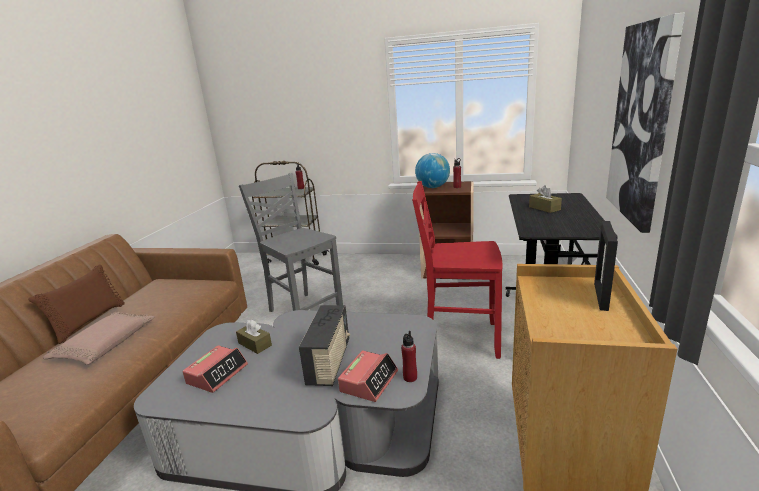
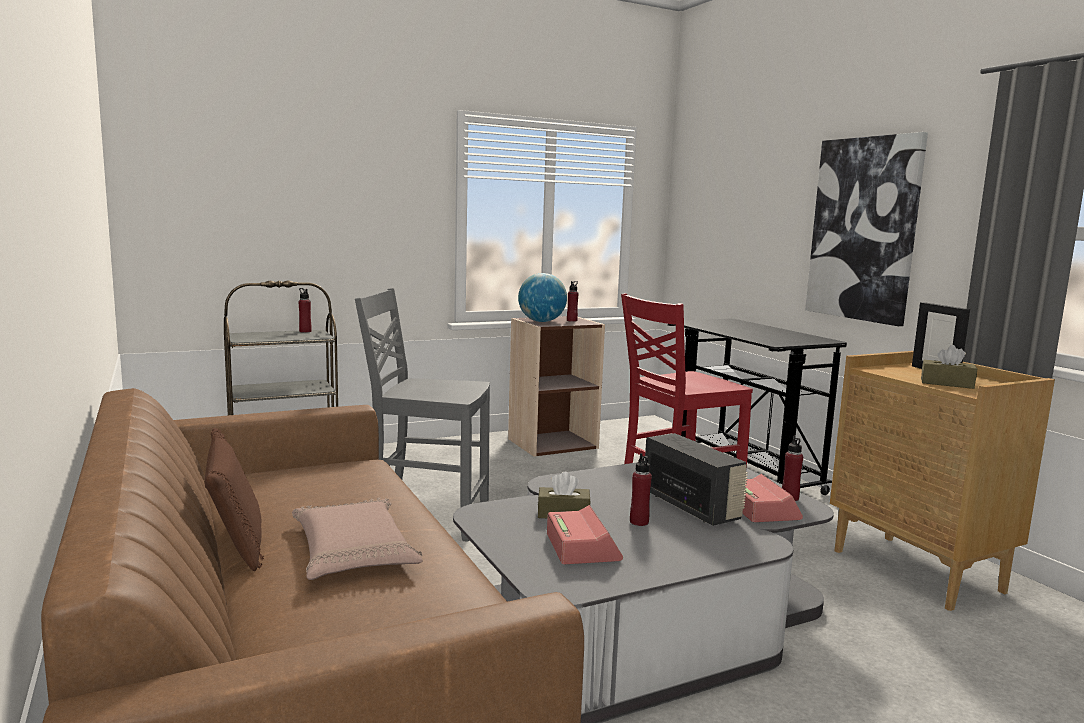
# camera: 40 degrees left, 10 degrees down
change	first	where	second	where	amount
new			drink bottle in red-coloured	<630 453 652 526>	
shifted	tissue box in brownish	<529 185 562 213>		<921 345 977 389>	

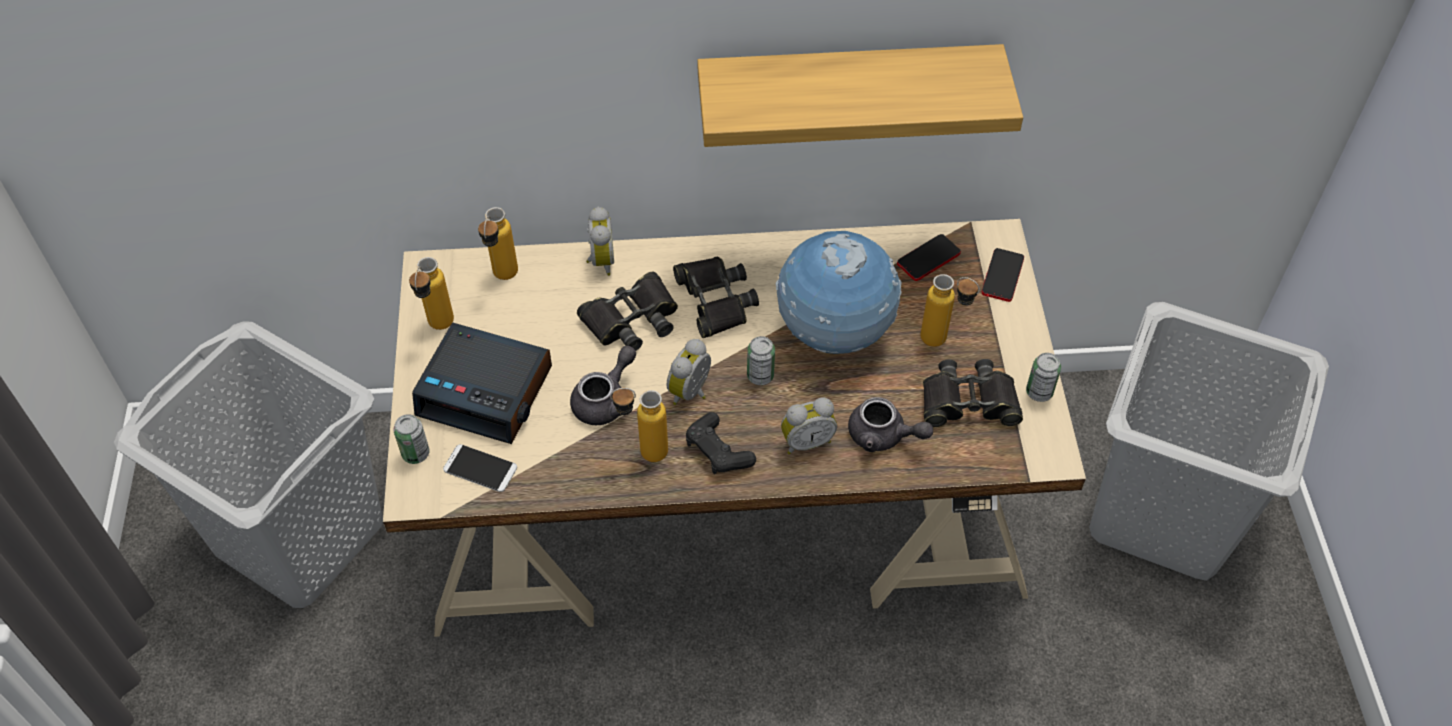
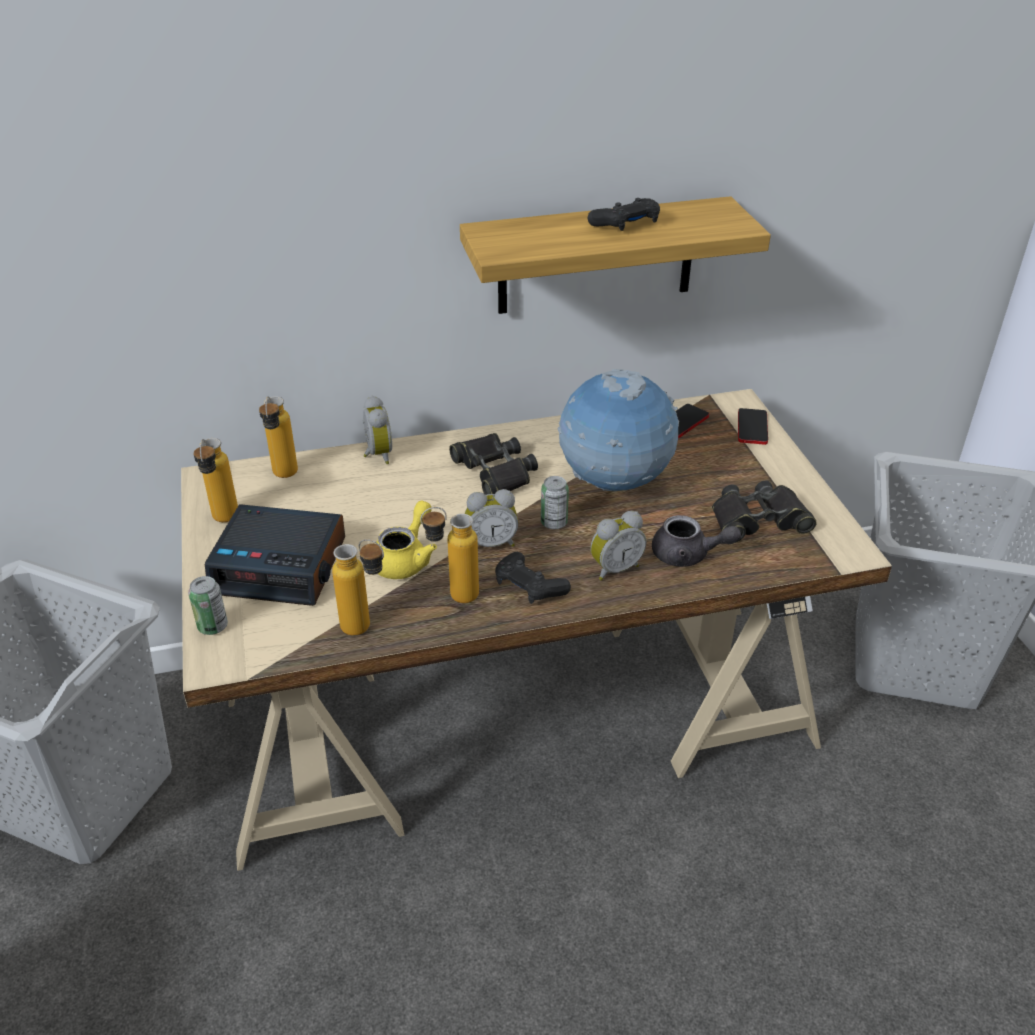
# camera: 10 degrees left, 15 degrees down
change	first	where	second	where	amount
gone	handset	<443 444 517 492>			
gone	binoculars in black	<577 272 678 351>			
gone	can	<1026 353 1061 402>			
new			game controller in black	<588 198 660 231>	
shifted	drink bottle	<920 274 980 347>		<332 539 384 636>	
repainted	teapot in grey	<570 346 636 425>	teapot in yellow-coloured	<377 500 437 579>	
rotated	alarm clock	<667 339 711 405>		<465 489 518 547>	120 degrees counterclockwise

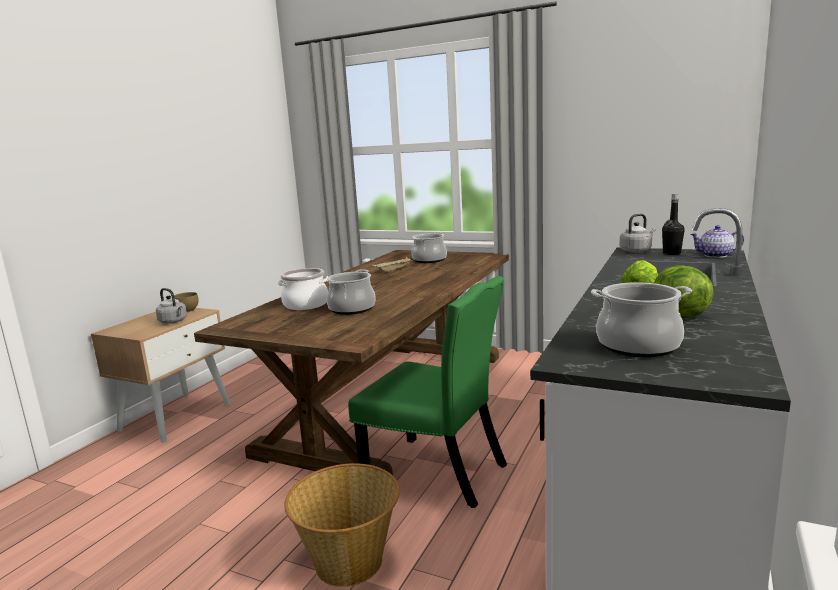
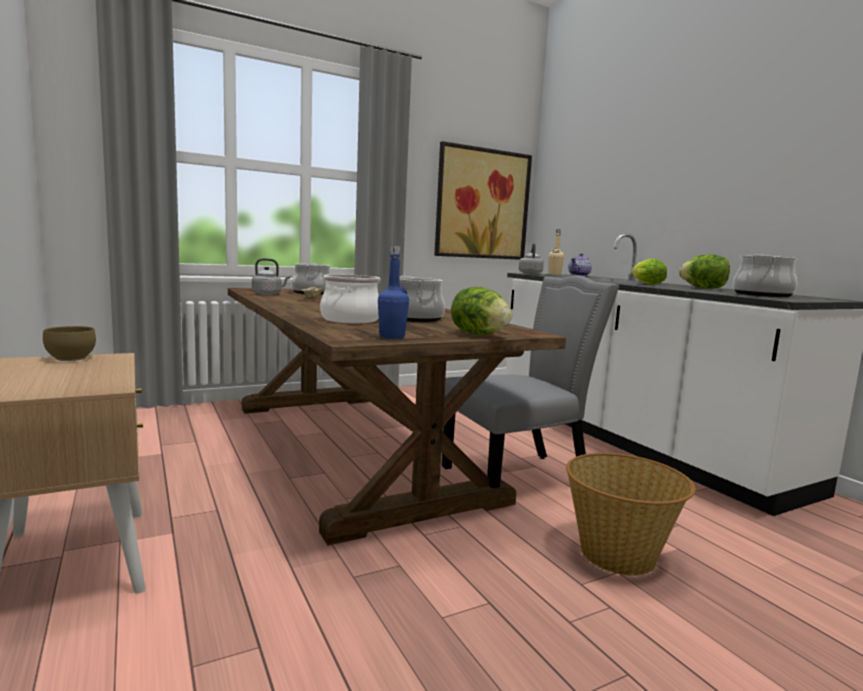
# camera: 55 degrees left, 5 degrees down
change	first	where	second	where	amount
new			drink bottle in blue-coloured	<378 246 409 339>	
new			wall art	<434 141 532 260>	
new			lettuce	<451 287 512 335>	
shifted	water kettle in grey	<156 288 187 324>		<252 258 290 295>	
repainted	upright chair in green-coloured	<348 276 507 508>	upright chair in grey	<442 275 619 488>	
repainted	drink bottle in black	<662 194 685 255>	drink bottle in beige	<548 229 564 275>	

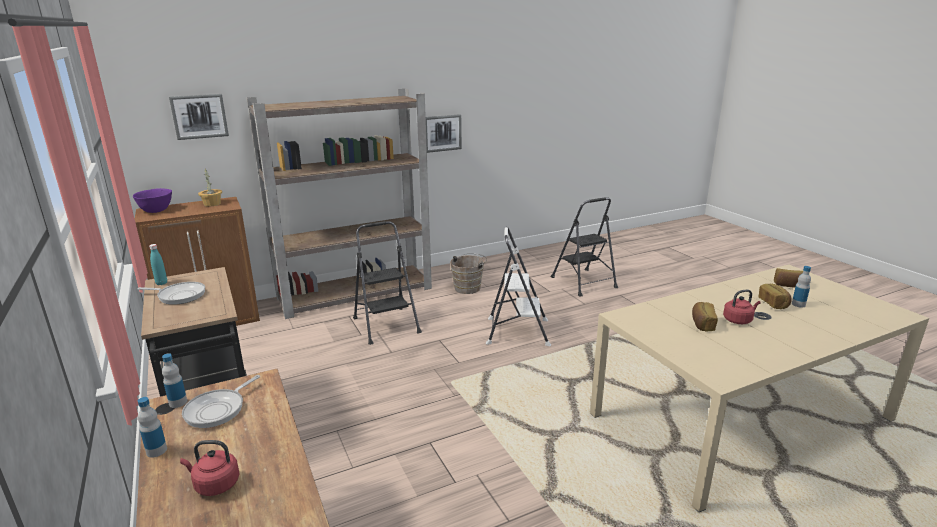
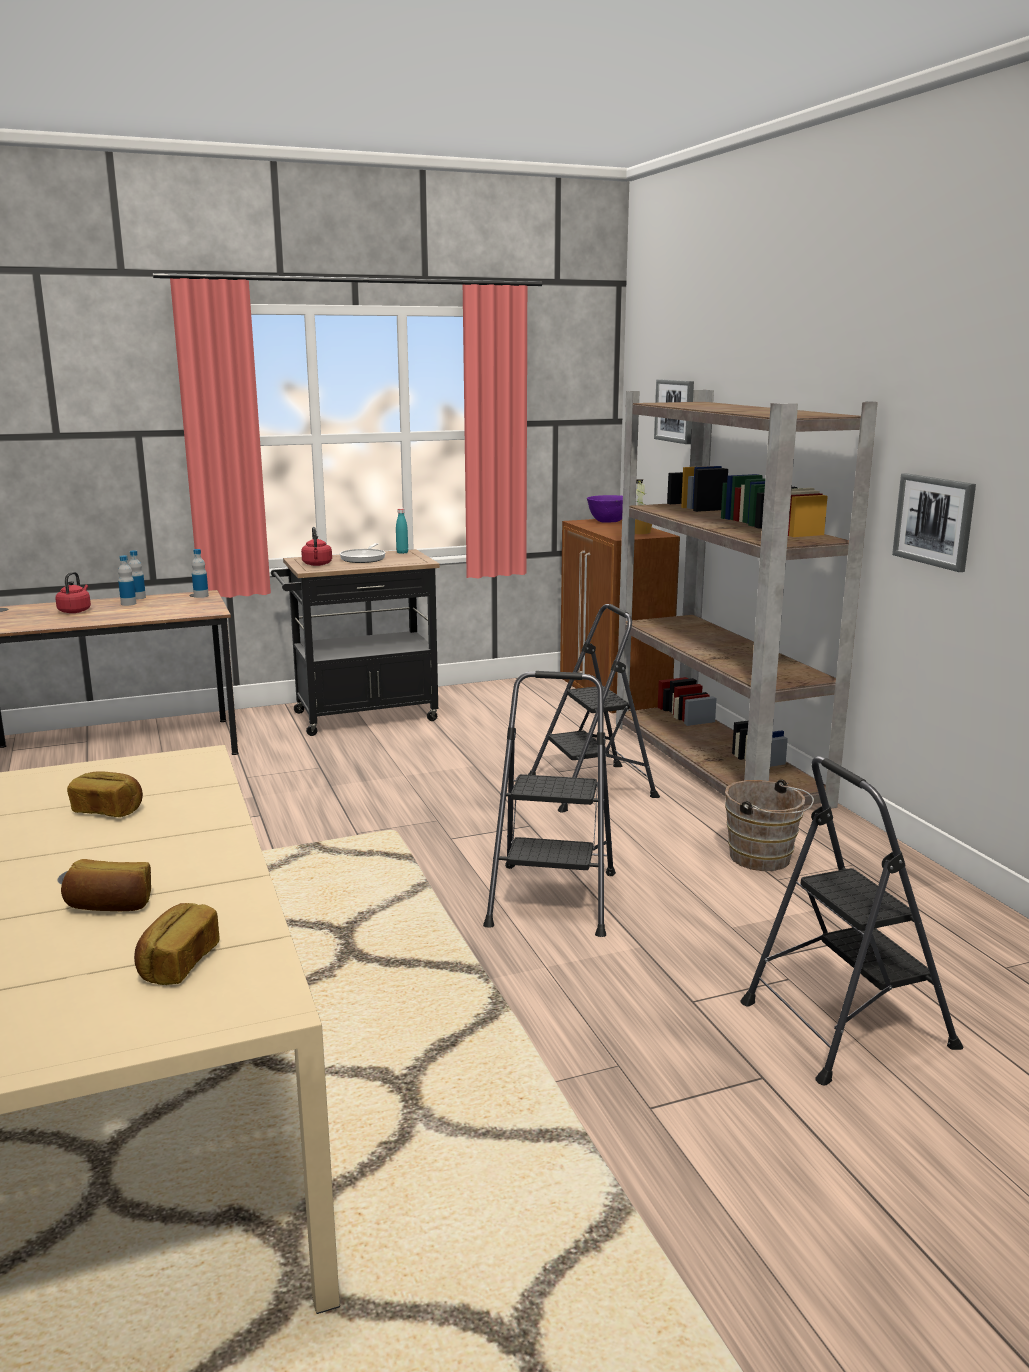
# camera: 95 degrees right, 5 degrees down
change	first	where	second	where	amount
gone	skillet	<182 375 260 428>			
shifted	water kettle in red-coloured	<723 289 761 324>		<301 527 332 566>	
shifted	drink bottle	<792 266 811 308>		<118 555 136 606>	
repainted	step stool in white	<486 227 551 346>	step stool in black	<483 671 616 937>	

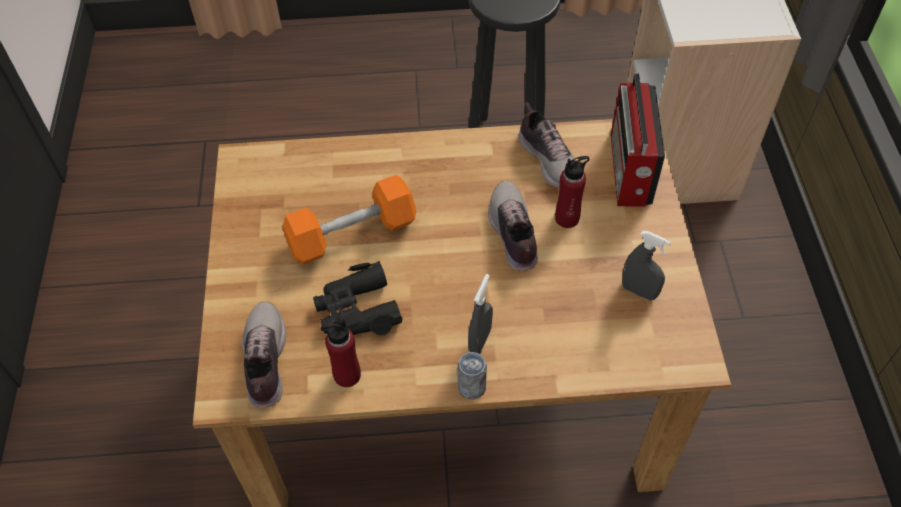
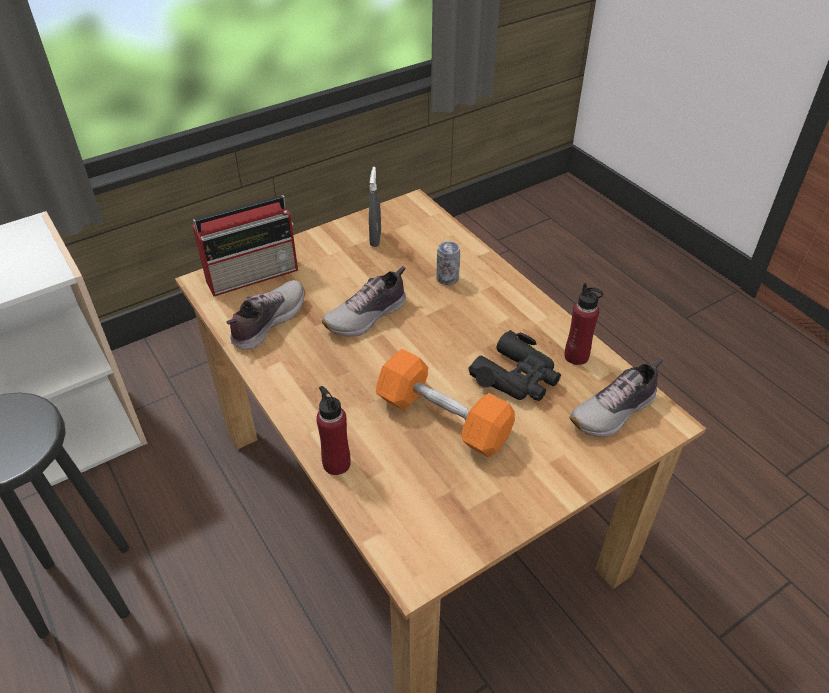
# camera: 120 degrees left, 10 degrees down
change	first	where	second	where	amount
gone	hand sprayer in grey	<468 274 493 354>			
shifted	can	<457 352 487 399>		<436 241 460 285>	
shifted	drink bottle in red-coloured	<555 156 590 228>		<316 386 351 475>	

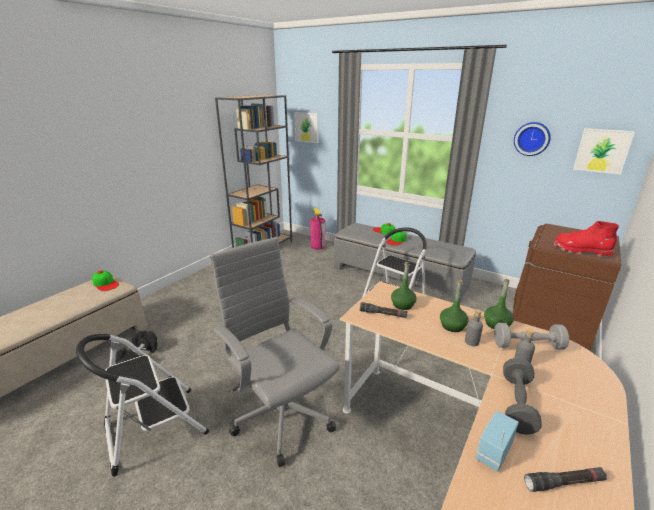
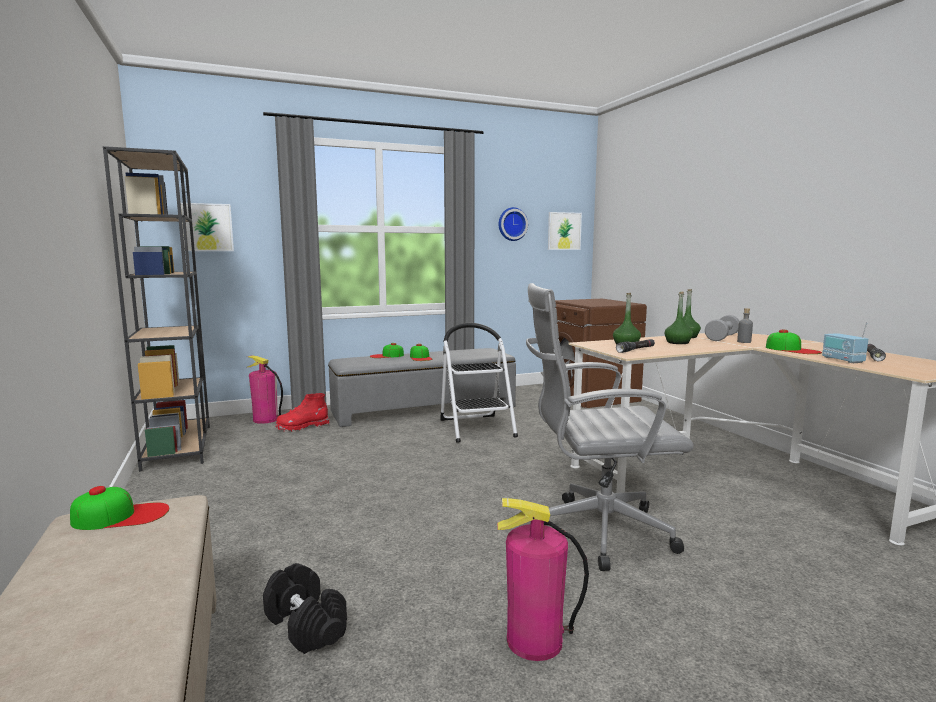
# camera: 55 degrees left, 15 degrees down
change	first	where	second	where	amount
gone	drink bottle in grey	<465 309 483 346>			
shifted	boot in red-coloured	<554 221 619 257>		<276 393 329 432>	
swapped	step stool	<76 334 209 477>	fire extinguisher	<497 498 589 661>	
swapped	free weight in grey	<503 358 542 435>	baseball cap	<766 330 822 354>	

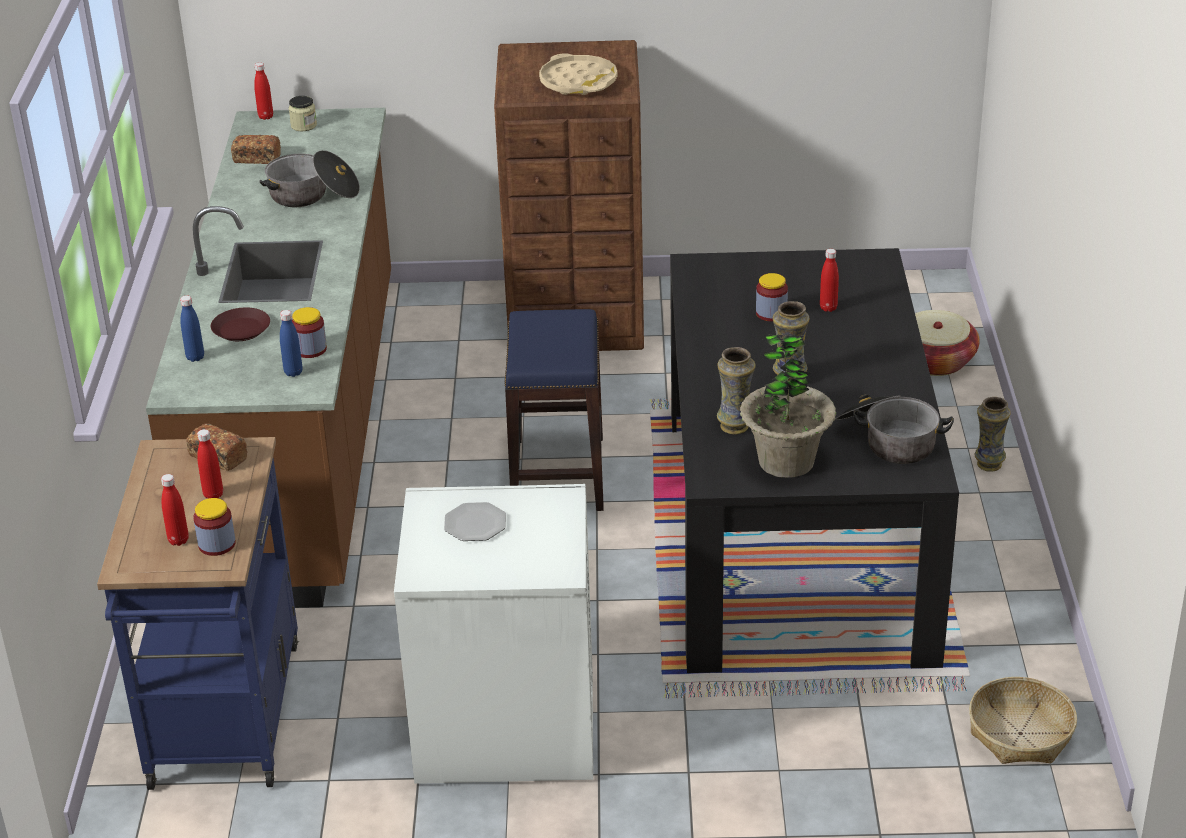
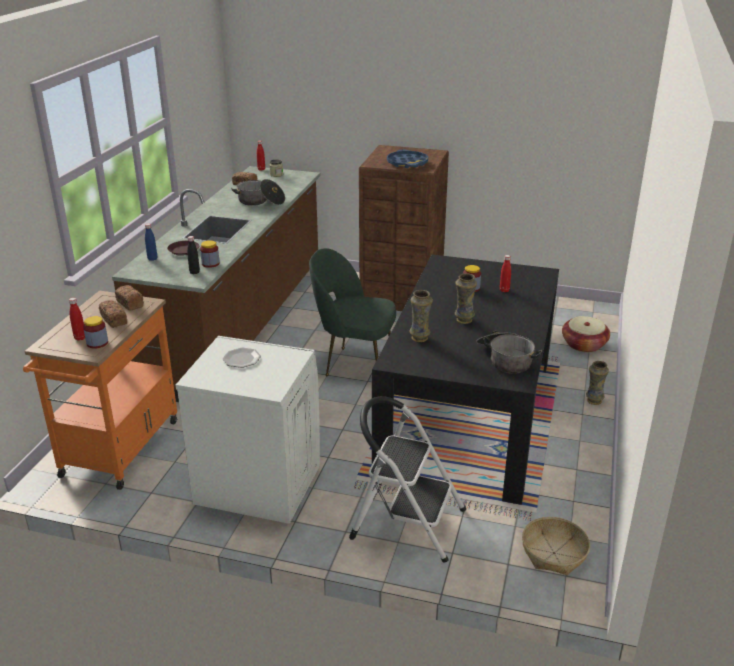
# camera: 15 degrees right, 5 degrees down
change	first	where	second	where	amount
gone	plant in a pot	<740 335 836 478>			
new			step stool	<349 396 466 563>	
swapped	drink bottle in red-coloured	<197 429 223 498>	bread	<99 300 127 328>	
swapped	stool	<505 309 604 511>	upright chair in green-coloured	<309 248 396 376>	
repainted	trolley in blue-coloured	<97 437 299 790>	trolley in orangey	<23 291 177 490>	
repainted	drink bottle in blue-coloured	<280 310 302 377>	drink bottle in black	<187 236 200 274>	
repainted	tray in beige	<539 53 617 95>	tray in blue-coloured	<387 150 428 168>	

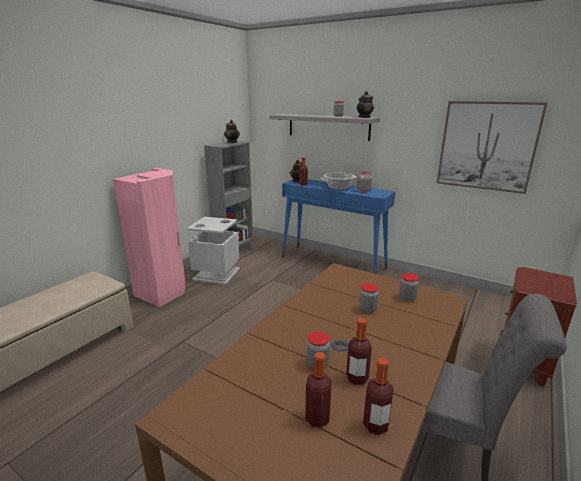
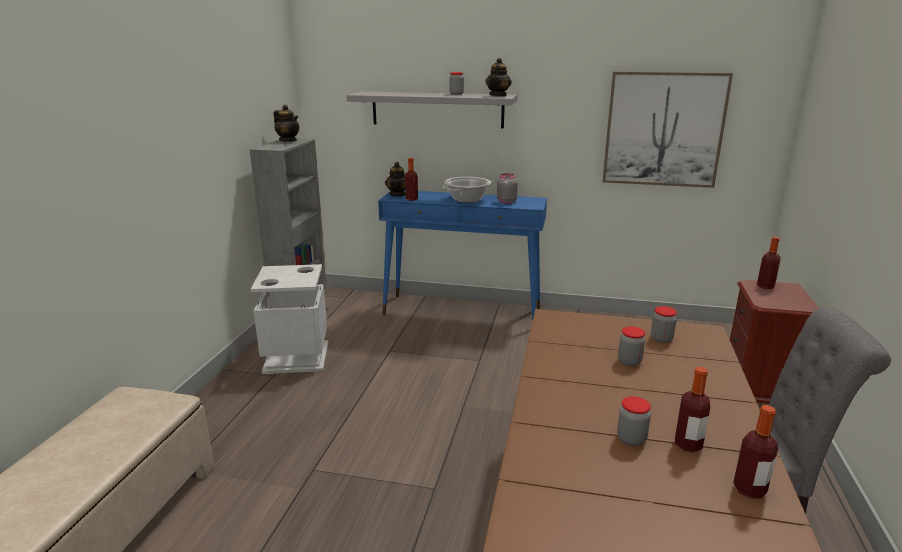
# camera: 20 degrees left, 0 degrees up
change	first	where	second	where	amount
gone	cupboard in pink-coloured	<113 168 185 307>			
shifted	drink bottle	<305 352 332 428>		<757 237 781 289>	

